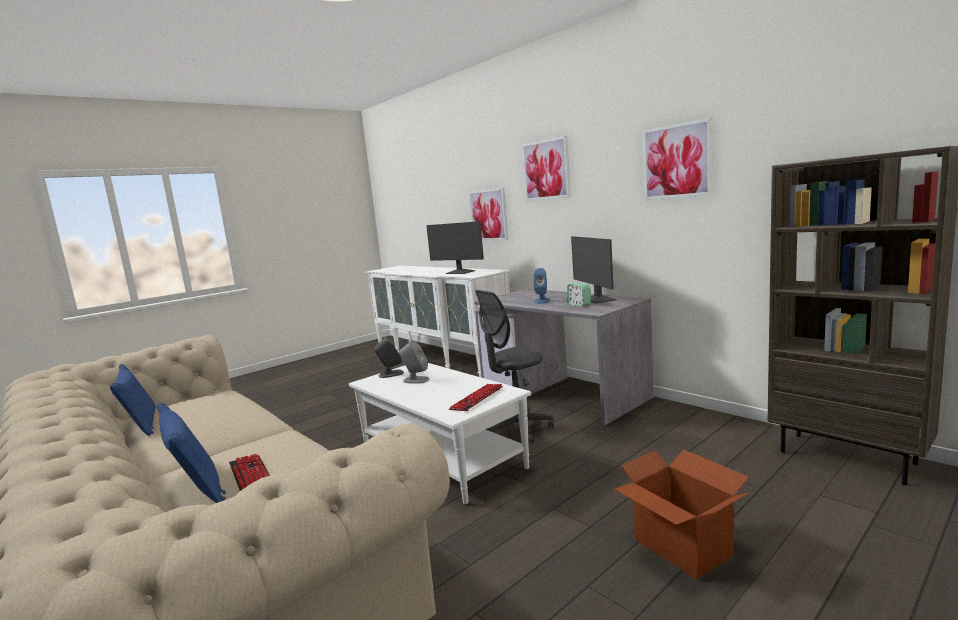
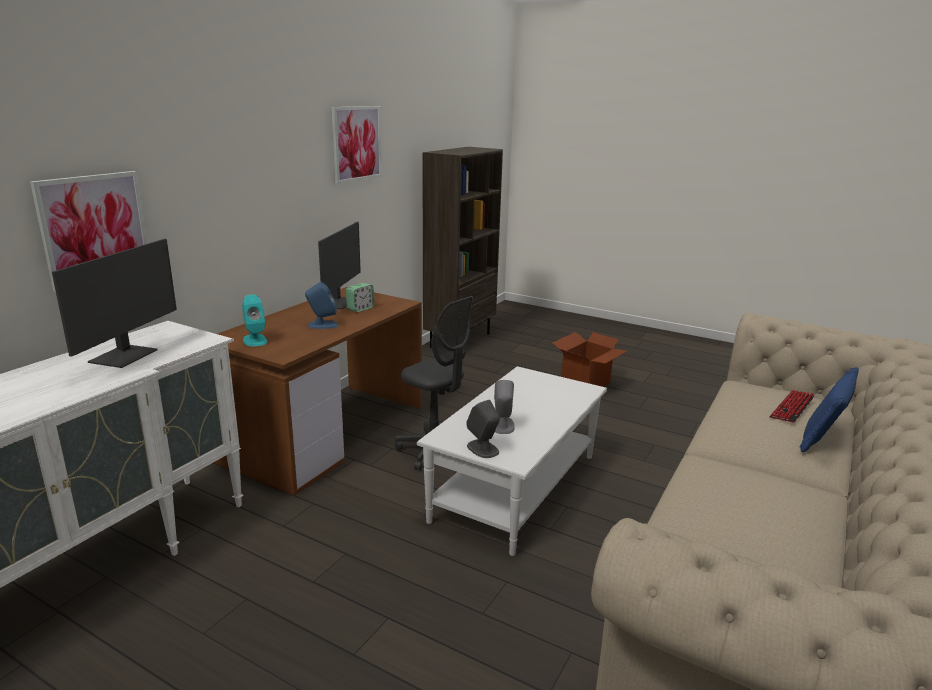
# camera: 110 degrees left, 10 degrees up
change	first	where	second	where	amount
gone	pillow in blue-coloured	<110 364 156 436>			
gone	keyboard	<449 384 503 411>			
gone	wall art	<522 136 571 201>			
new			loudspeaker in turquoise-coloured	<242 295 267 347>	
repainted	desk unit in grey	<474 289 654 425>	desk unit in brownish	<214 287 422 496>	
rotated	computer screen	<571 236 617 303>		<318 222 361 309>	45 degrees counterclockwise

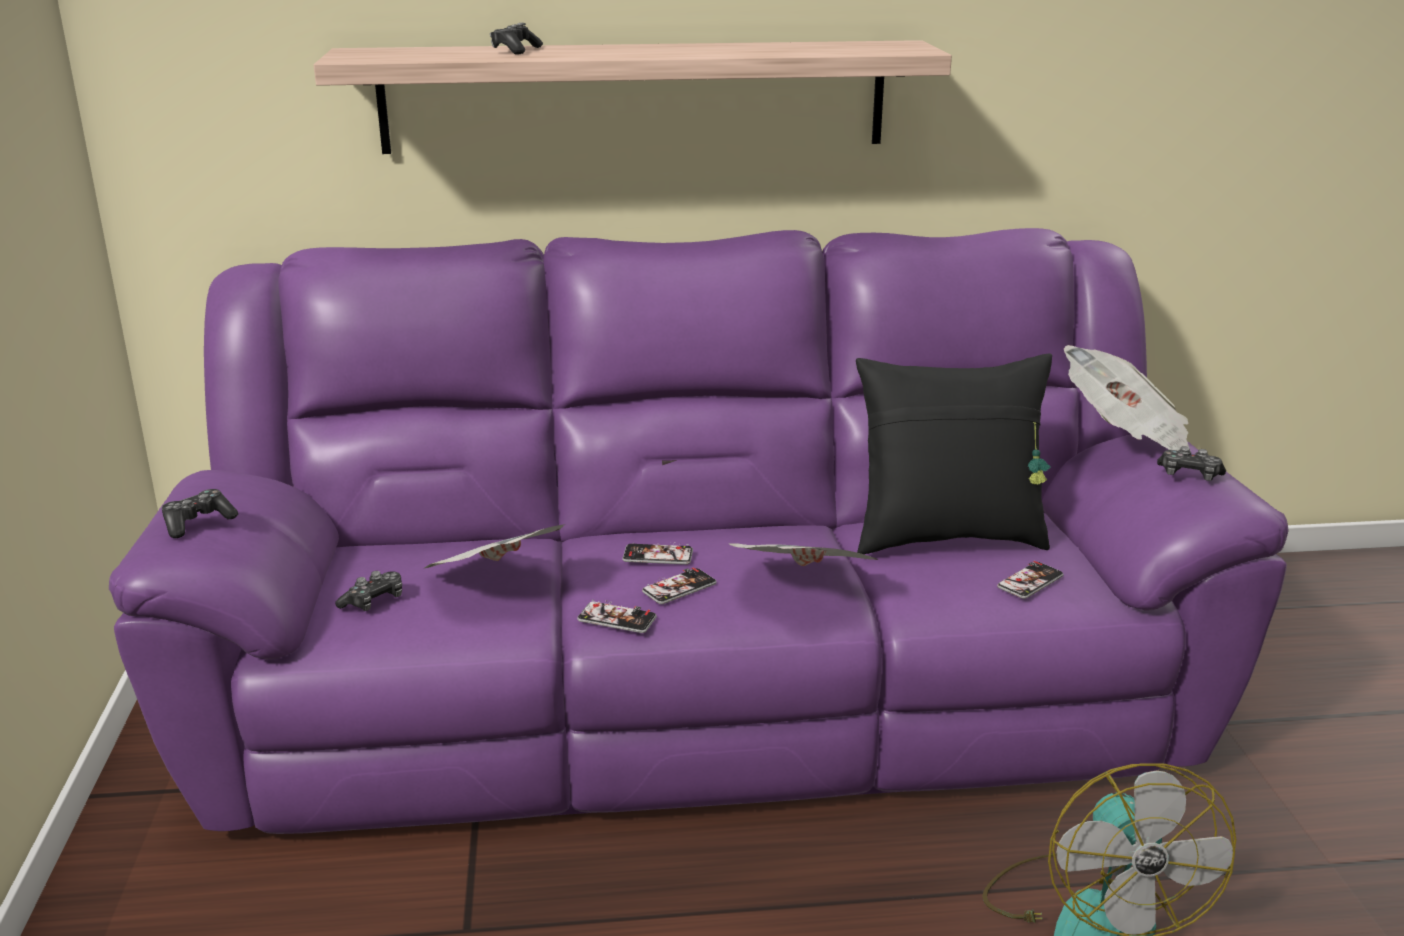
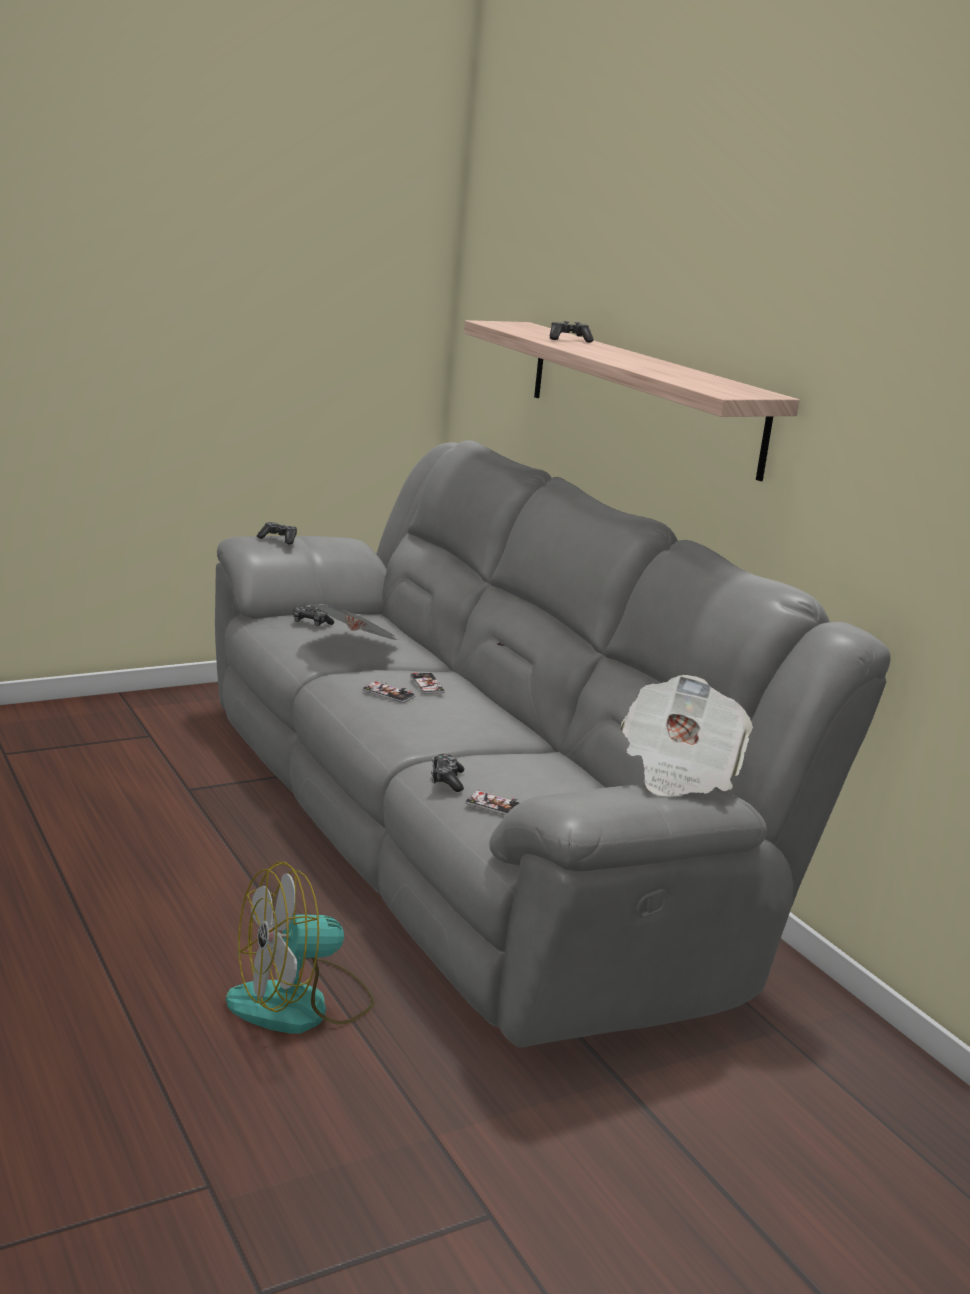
# camera: 65 degrees right, 5 degrees down
change	first	where	second	where	amount
gone	handset	<577 600 657 633>			
gone	printed paper	<728 543 878 566>			
gone	pillow in black	<856 353 1052 554>			
shifted	game controller	<1157 446 1226 481>		<431 754 464 792>	
repainted	sofa in purplish	<109 228 1288 834>	sofa in grey	<215 440 890 1048>	

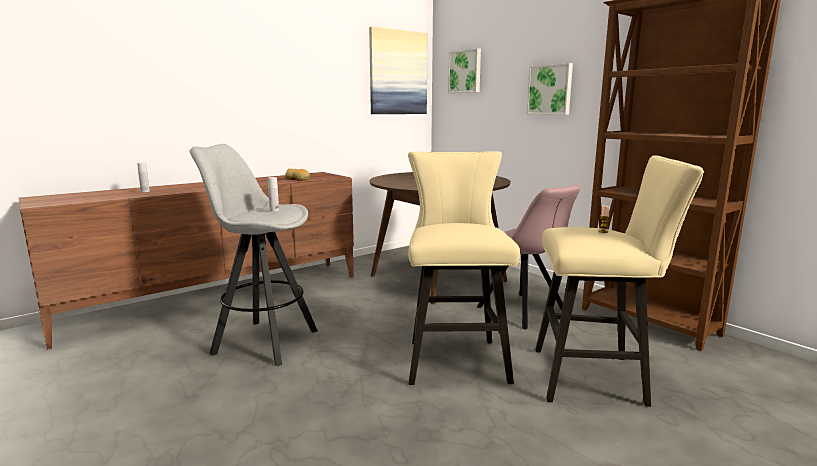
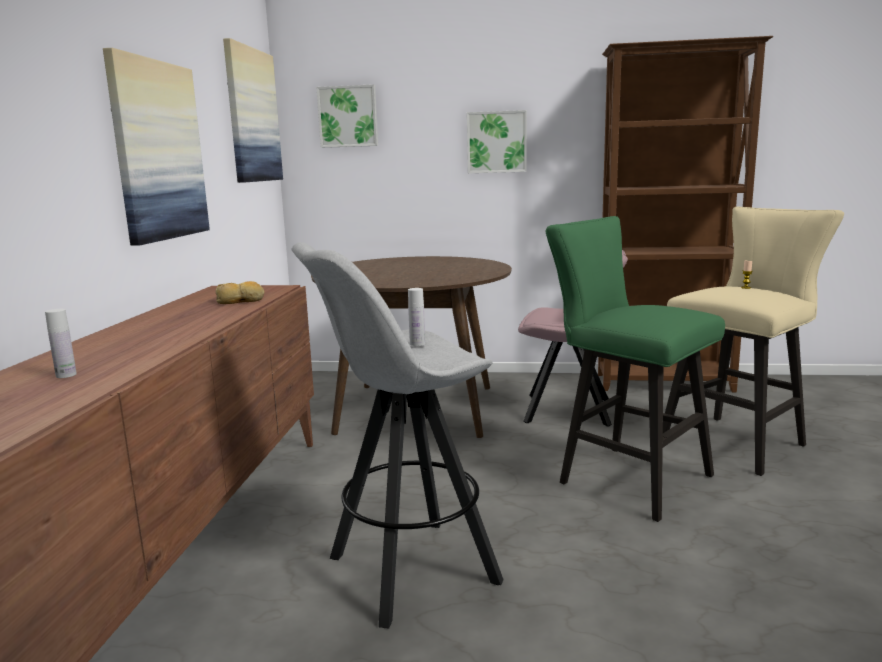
# camera: 45 degrees left, 0 degrees up
change	first	where	second	where	amount
new			wall art	<103 48 210 246>	
repainted	stool in beige	<408 151 520 385>	stool in green-coloured	<546 216 725 522>	

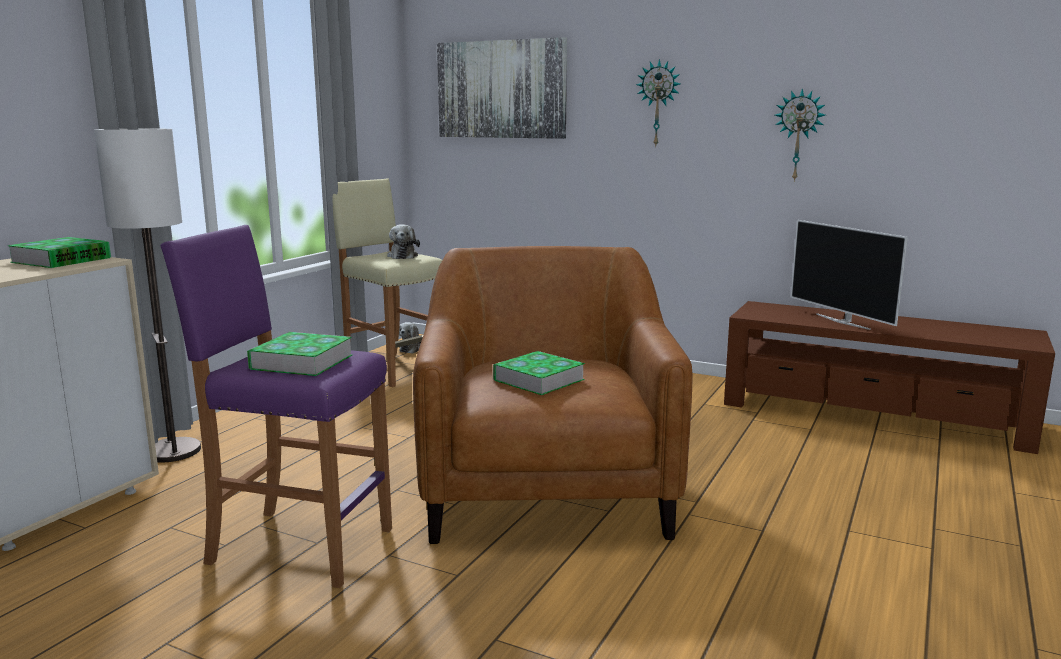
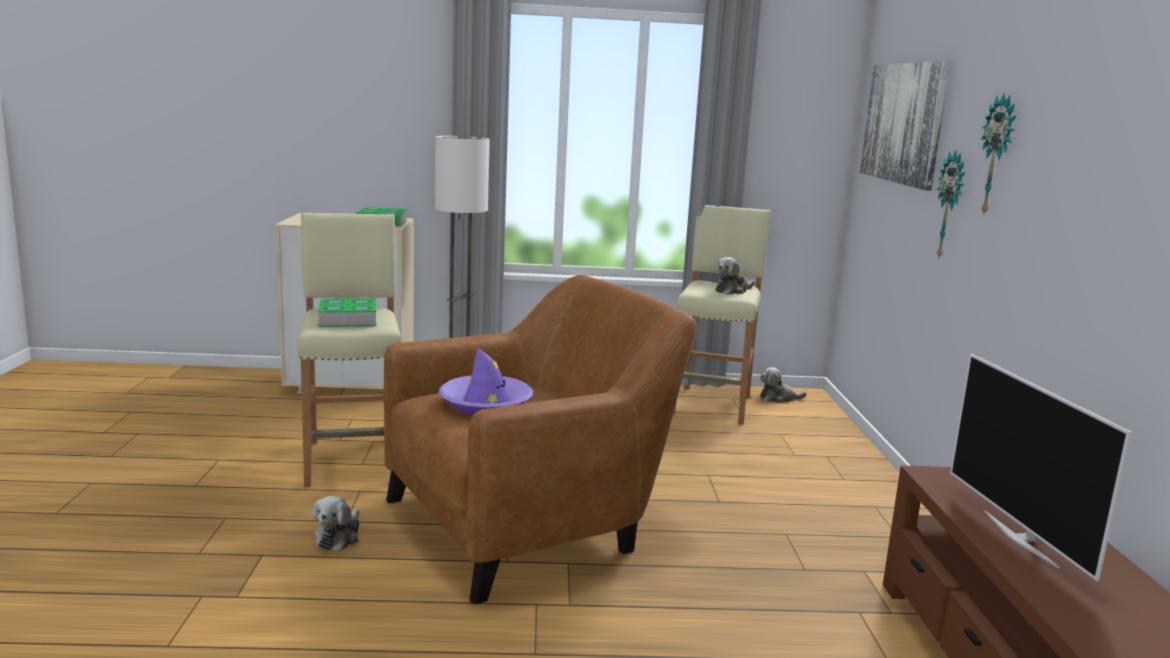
# camera: 60 degrees right, 0 degrees up
change	first	where	second	where	amount
new			plush toy	<313 496 360 551>	
shifted	clock on the wall	<775 88 825 182>		<936 150 965 260>	
swapped	bound book	<493 351 585 395>	hat in purplish	<438 348 533 415>	
repainted	stool in purplish	<160 225 392 588>	stool in beige	<297 213 402 487>	
rotated	TV set	<791 220 908 330>		<950 354 1132 581>	45 degrees counterclockwise

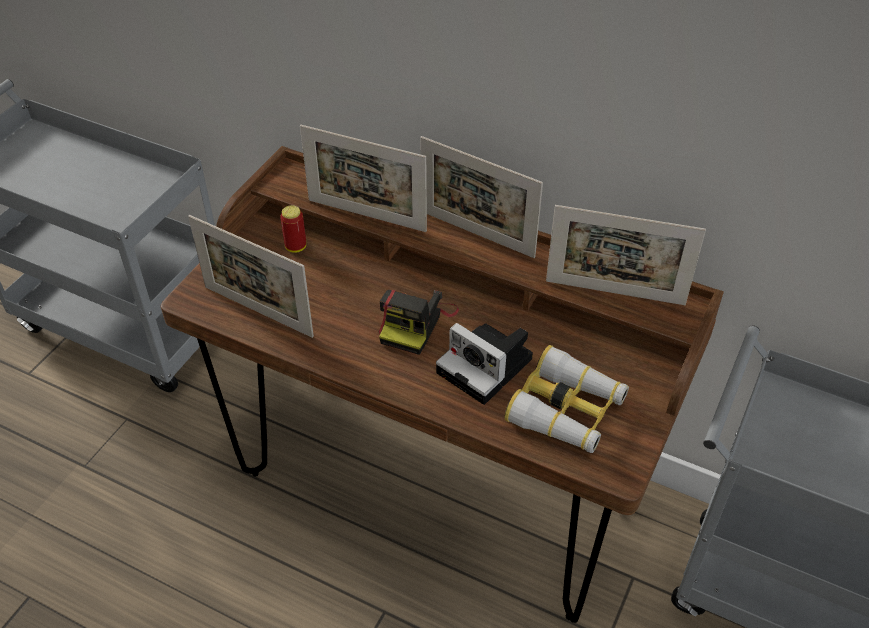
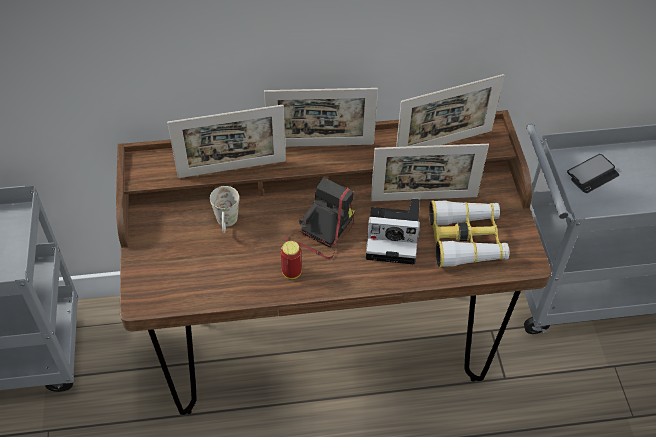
# camera: 35 degrees left, 5 degrees up
change	first	where	second	where	amount
new			mug in white	<210 186 239 233>	
new			handset	<567 154 619 193>	
shifted	photo frame	<188 215 314 338>		<371 144 489 201>	
shifted	can	<280 205 306 253>		<281 241 302 279>	
rotated	photo camera	<379 290 459 355>		<285 178 355 259>	135 degrees counterclockwise

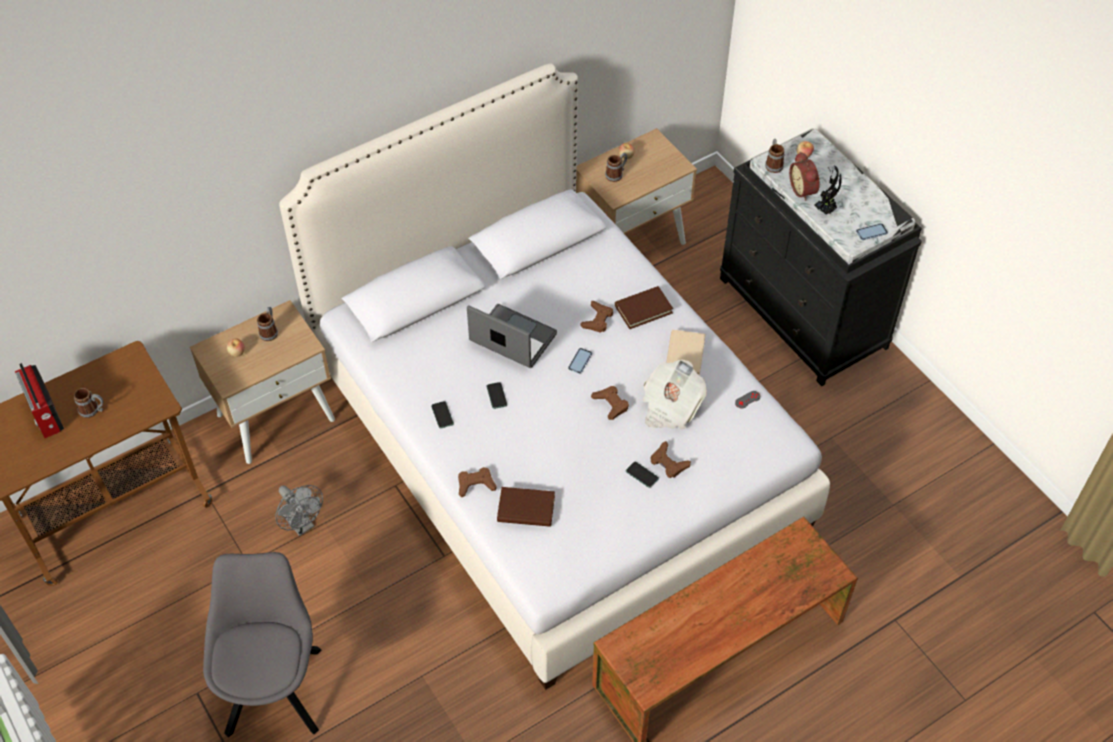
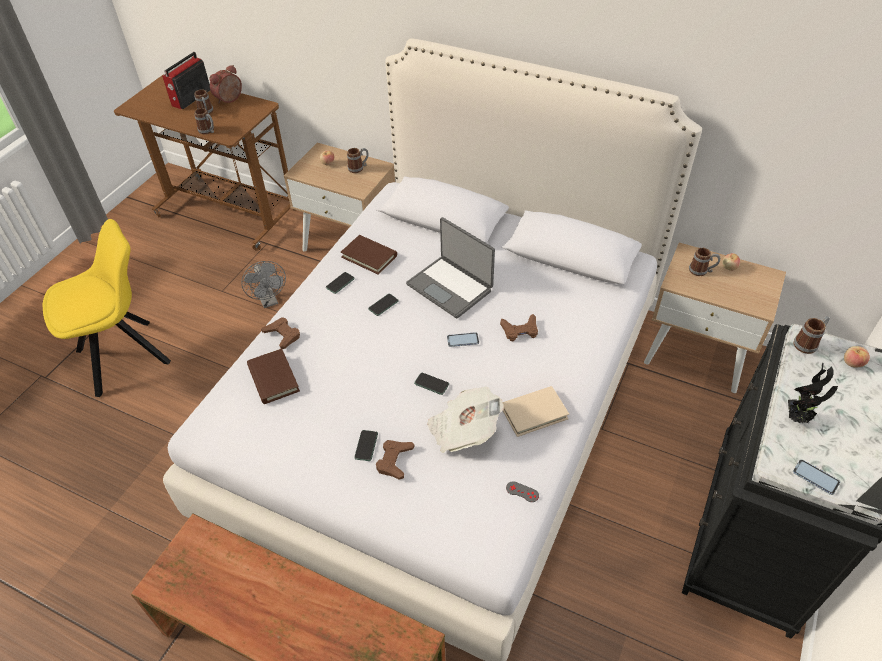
# camera: 60 degrees right, 5 degrees down
change	first	where	second	where	amount
new			mug	<194 108 214 134>	
shifted	bound book in brownish	<615 286 673 329>		<340 235 397 275>	
shifted	alarm clock	<789 152 820 201>		<210 65 242 103>	
swapped	game controller in brownish	<591 386 629 420>	handset	<414 373 449 395>	
repainted	upright chair in grey	<203 552 322 738>	upright chair in yellow-coloured	<43 219 171 397>	
rotated	cooling fan in grey	<275 485 323 536>		<241 261 286 308>	45 degrees counterclockwise
rotated	laptop	<467 304 557 368>		<406 217 495 318>	135 degrees clockwise

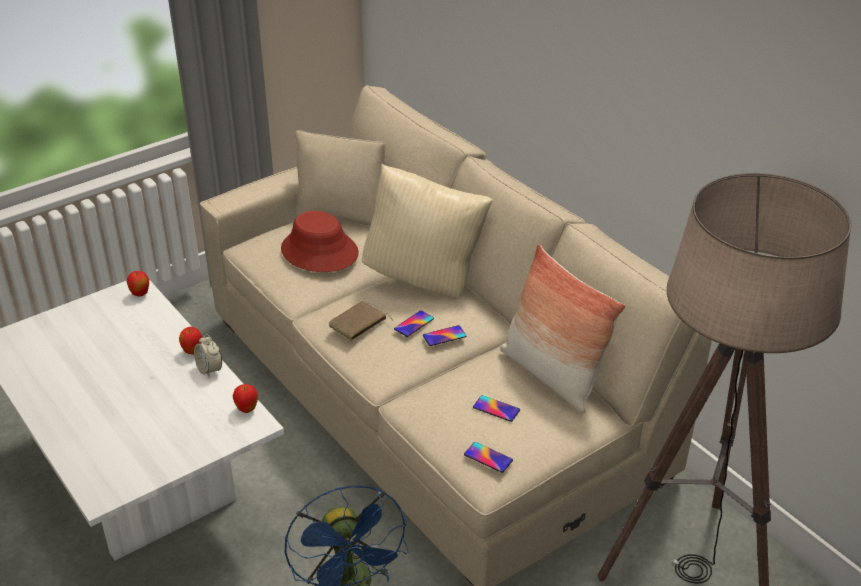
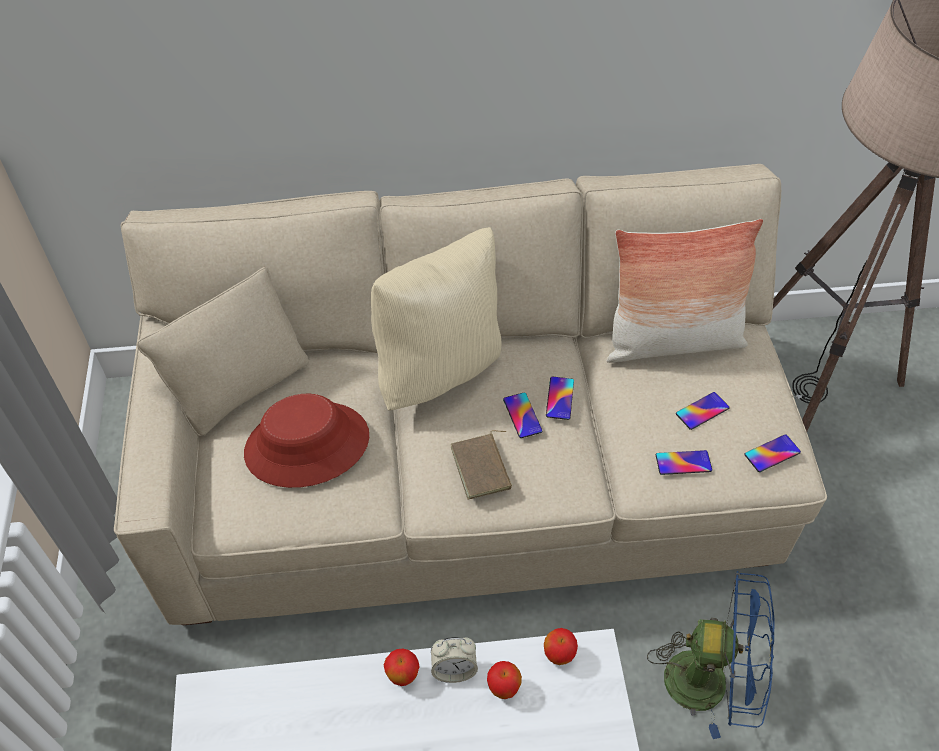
# camera: 60 degrees left, 15 degrees up
change	first	where	second	where	amount
new			handset	<656 450 712 475>	
shifted	apple fruit	<127 271 149 297>		<487 661 522 699>	

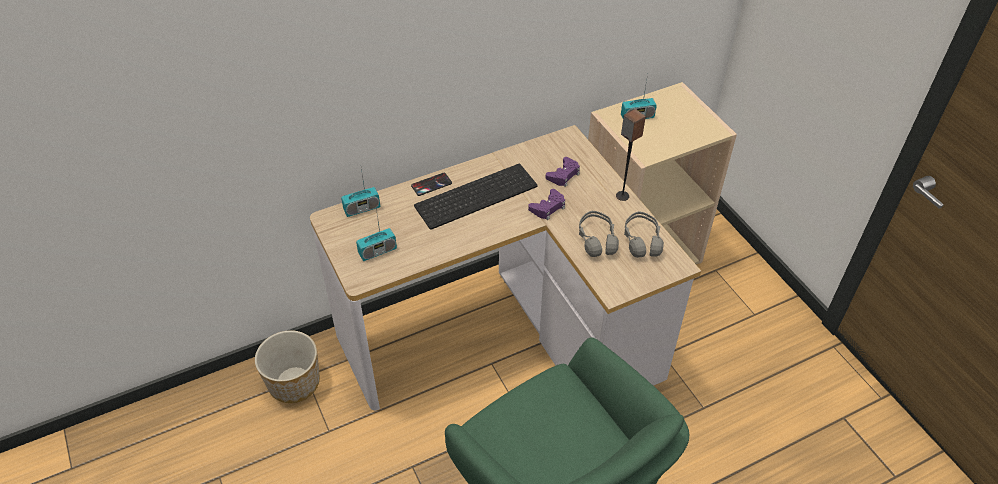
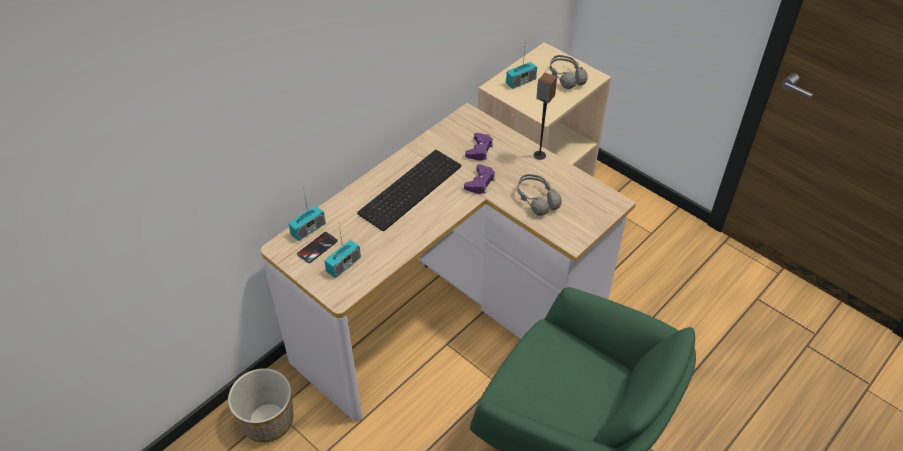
# camera: 20 degrees left, 0 degrees up
change	first	where	second	where	amount
shifted	handset	<411 173 452 196>		<297 232 338 263>	
shifted	headset in grey	<624 211 664 258>		<550 55 588 89>	

